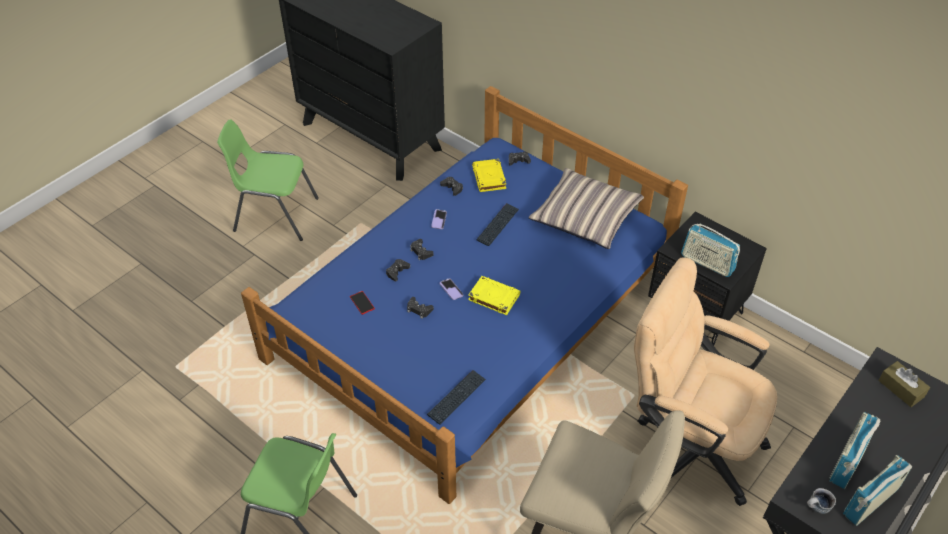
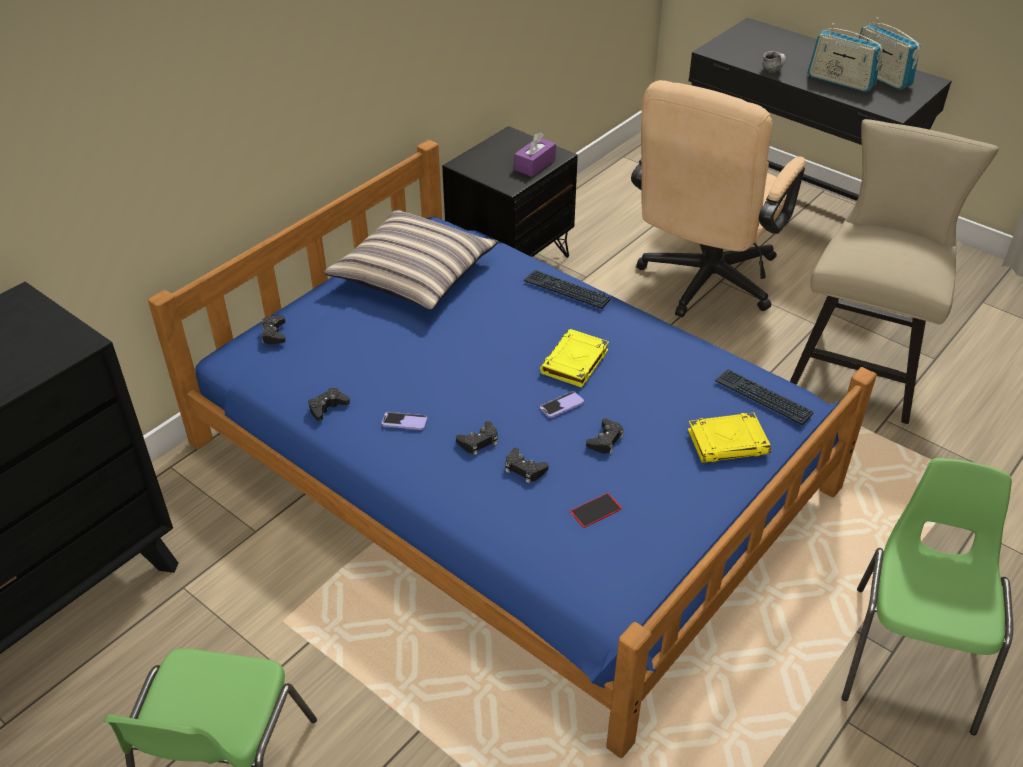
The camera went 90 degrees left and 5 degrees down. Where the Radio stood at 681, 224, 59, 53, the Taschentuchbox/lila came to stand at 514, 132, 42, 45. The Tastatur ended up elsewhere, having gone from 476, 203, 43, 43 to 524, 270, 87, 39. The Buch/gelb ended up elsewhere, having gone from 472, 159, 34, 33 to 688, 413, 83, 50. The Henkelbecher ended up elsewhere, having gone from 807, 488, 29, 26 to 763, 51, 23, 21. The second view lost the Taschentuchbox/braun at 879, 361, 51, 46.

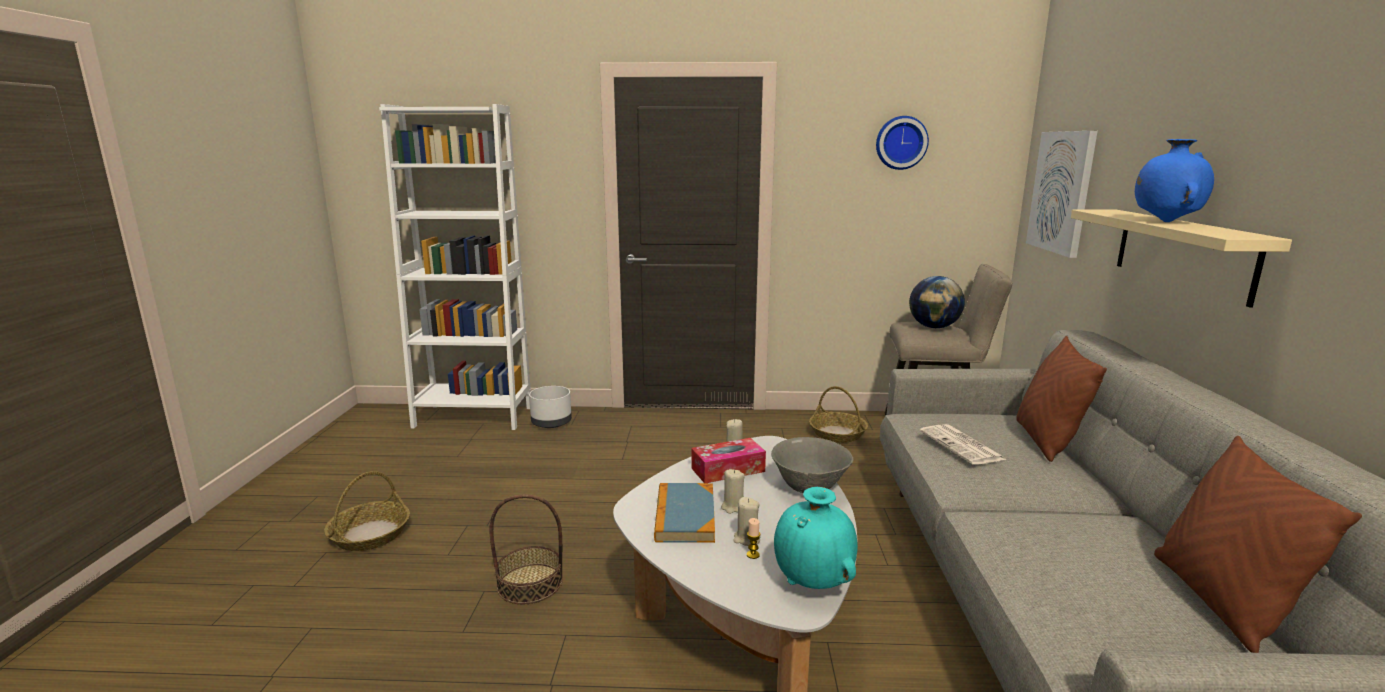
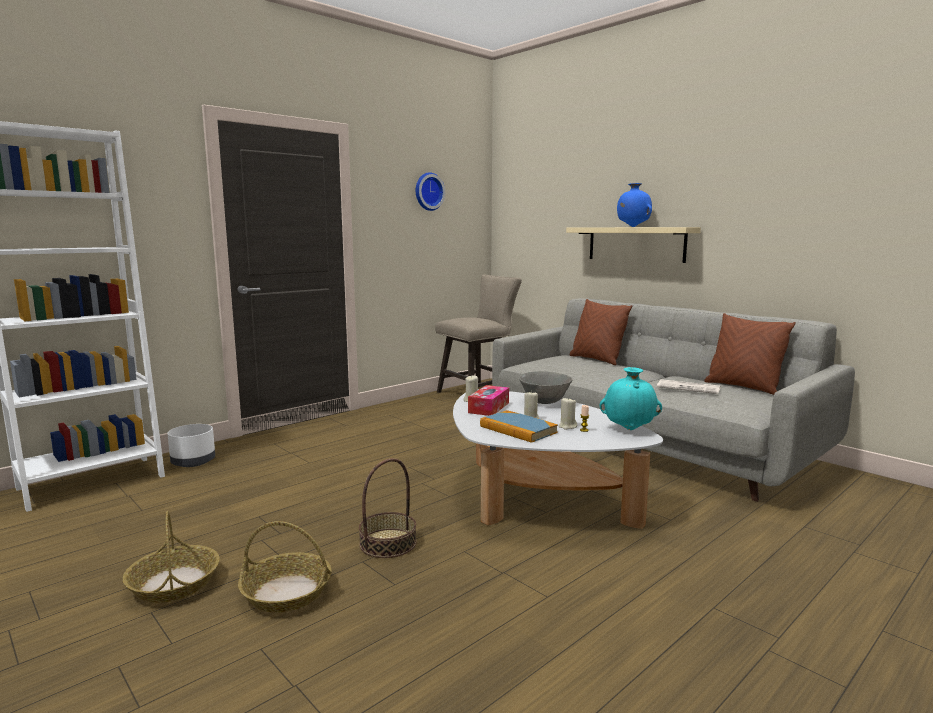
The camera went 45 degrees left and 5 degrees down. The Korb ended up elsewhere, having gone from 809, 386, 59, 57 to 238, 521, 94, 92. The Zeitung ended up elsewhere, having gone from 920, 424, 87, 41 to 657, 379, 63, 15. The second view lost the Globus at 909, 276, 56, 52. The second view lost the Bild at 1026, 131, 72, 127.

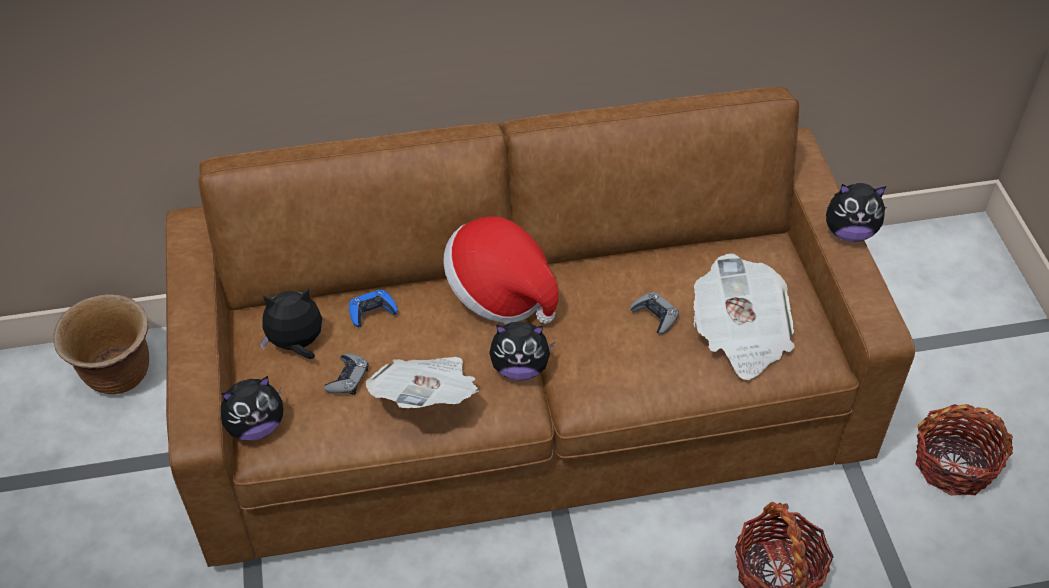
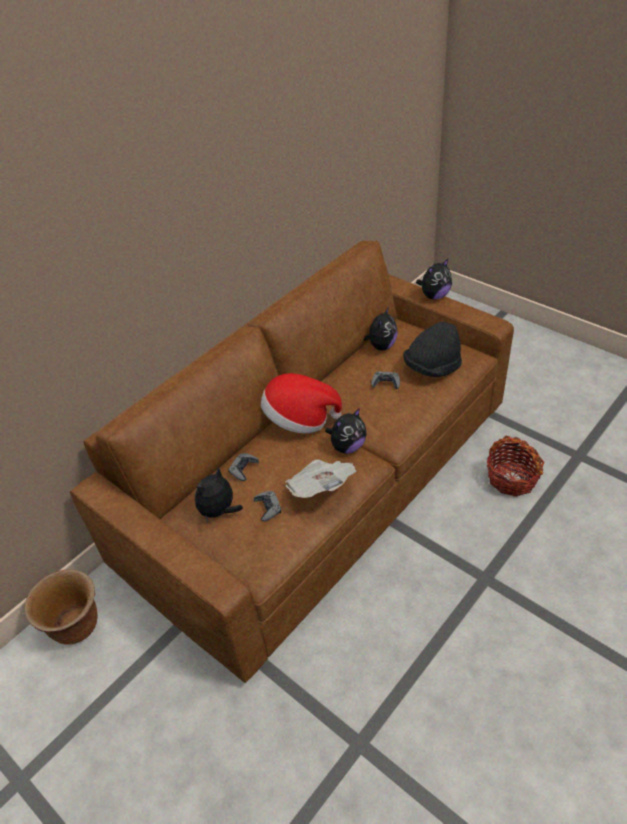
The camera went 35 degrees left and 5 degrees down. What was the Gamepad/blau at 349, 289, 49, 38 turned into the Gamepad/grau at 228, 453, 31, 28. The Plüschtier ended up elsewhere, having gone from 221, 376, 62, 65 to 364, 306, 34, 44. Where the Zeitung stood at 693, 253, 102, 127, the Hut/schwarz came to stand at 403, 322, 59, 55. The second view lost the Korb at 916, 404, 97, 91.

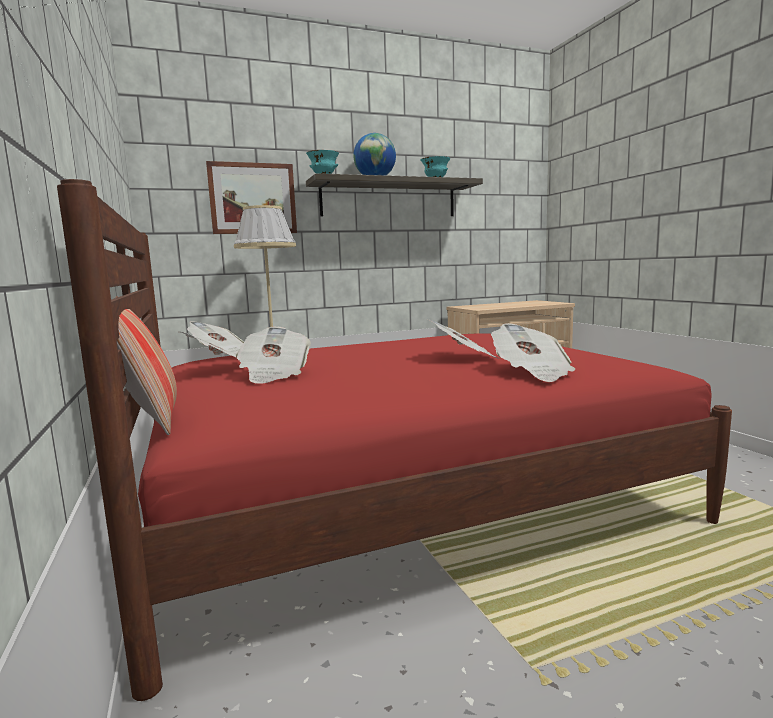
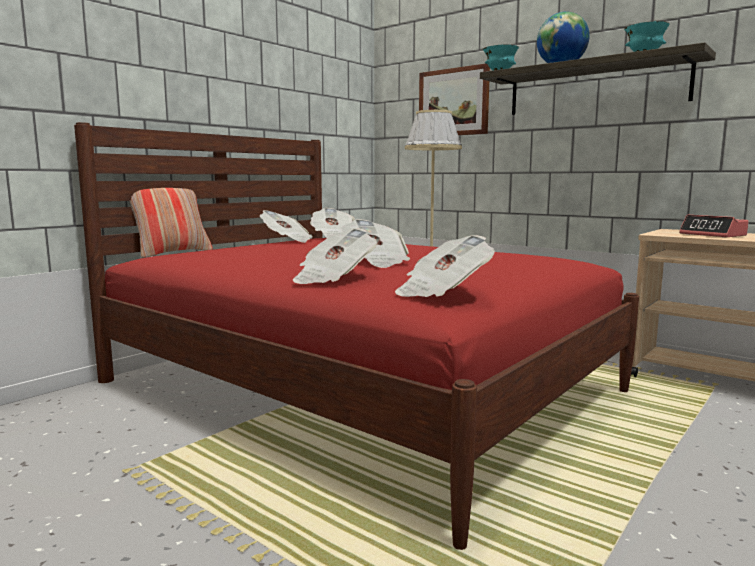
The camera went 60 degrees right and 0 degrees up. The Zeitung ended up elsewhere, having gone from 236, 327, 75, 57 to 395, 235, 100, 62. The second view gained the Wecker at 679, 215, 70, 23.

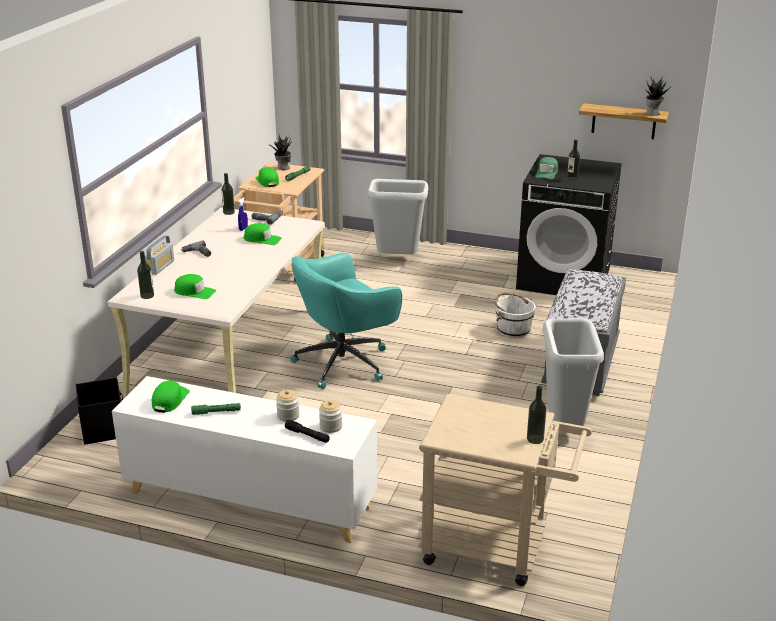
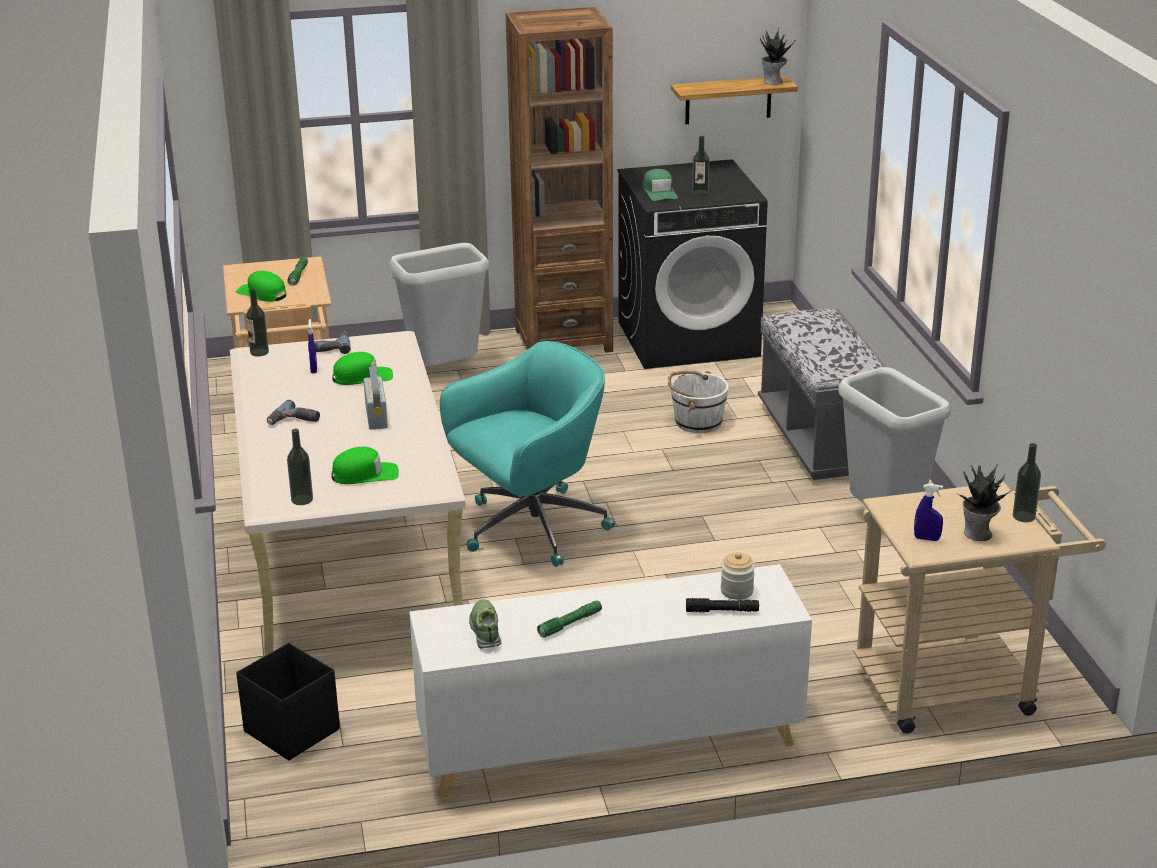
The camera went 30 degrees left and 0 degrees up. The Radio ended up elsewhere, having gone from 145, 235, 29, 40 to 364, 366, 24, 64. The Bürostuhl/türkis at 290, 253, 112, 136 ended up facing another way, 150 degrees counterclockwise from before. Where the Kappe/grün stood at 152, 380, 38, 33, the Schuh came to stand at 469, 599, 32, 50. The second view gained the Bücherregal/braun at 506, 7, 107, 346. The second view gained the Sprühflasche/blau at 914, 484, 29, 57. The Topfpflanze ended up elsewhere, having gone from 267, 133, 25, 37 to 958, 463, 54, 78. The second view lost the Vorratsglas at 276, 390, 24, 32.

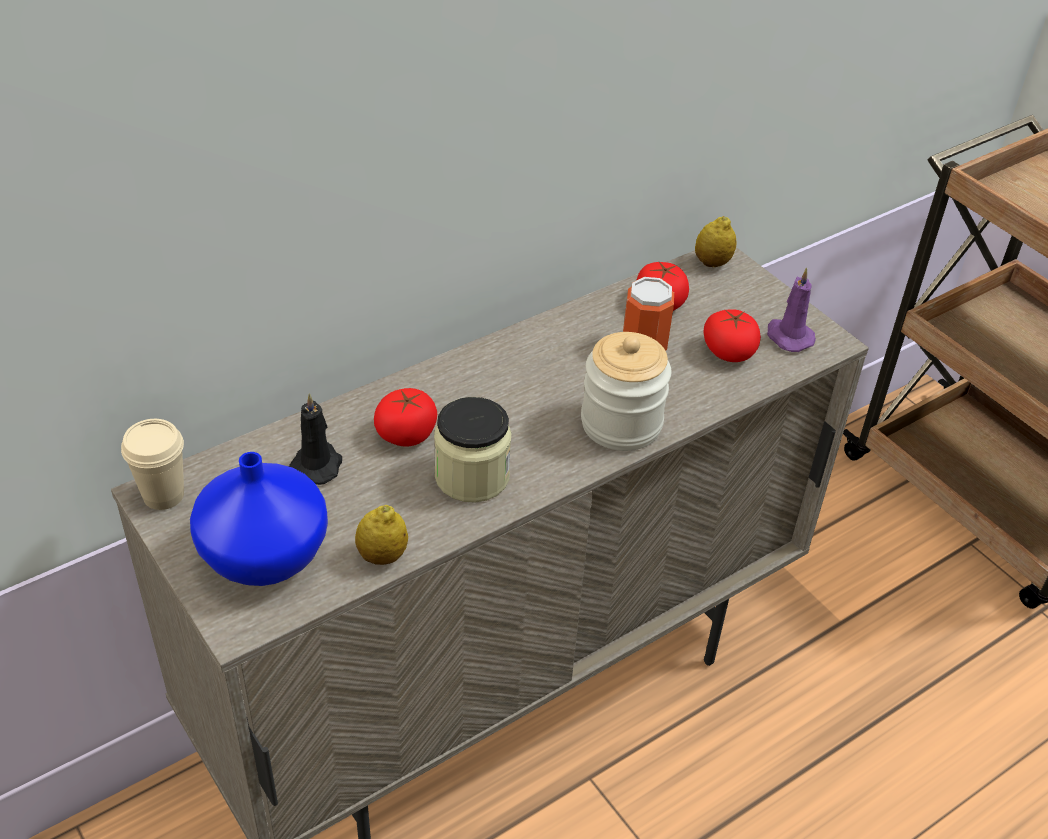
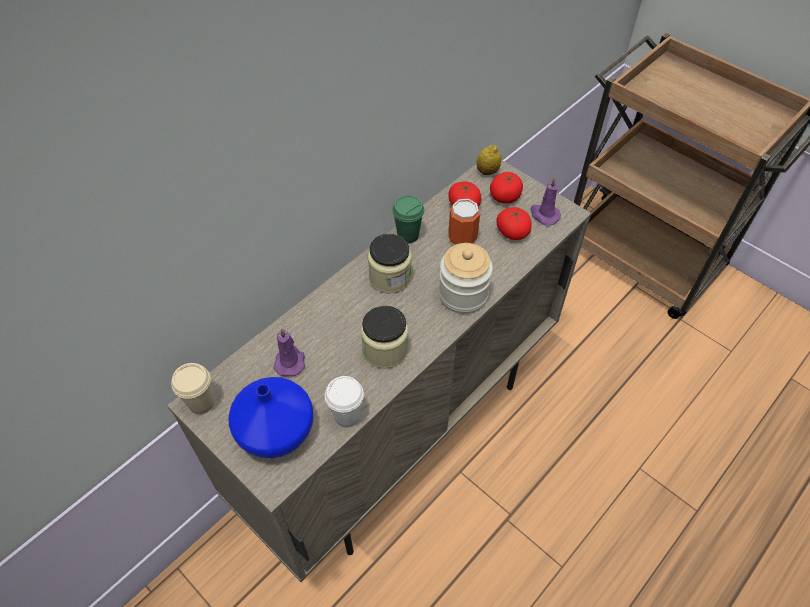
The camera went 10 degrees left and 10 degrees up. What was the Kerze/schwarz at 289, 393, 53, 92 turned into the Kerze/lila at 273, 328, 32, 48. Where the Zitrone stood at 355, 505, 53, 60, the Tasse/weiß came to stand at 325, 376, 39, 52. The second view gained the Vorratsglas at 368, 234, 44, 59. The second view gained the Tasse/grün at 392, 195, 32, 49. The Tomate ended up elsewhere, having gone from 374, 388, 63, 59 to 490, 172, 33, 32.

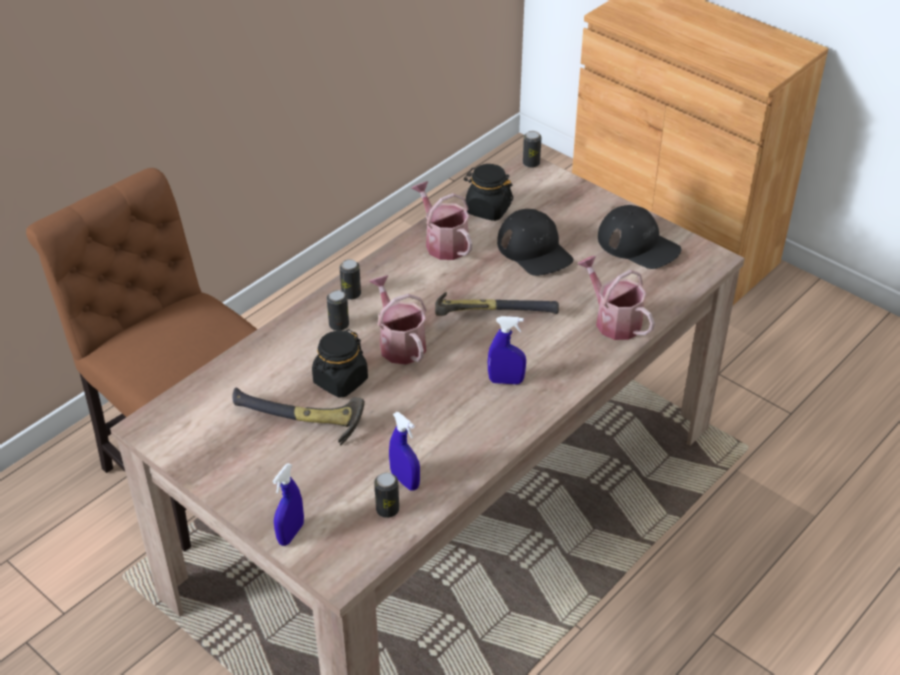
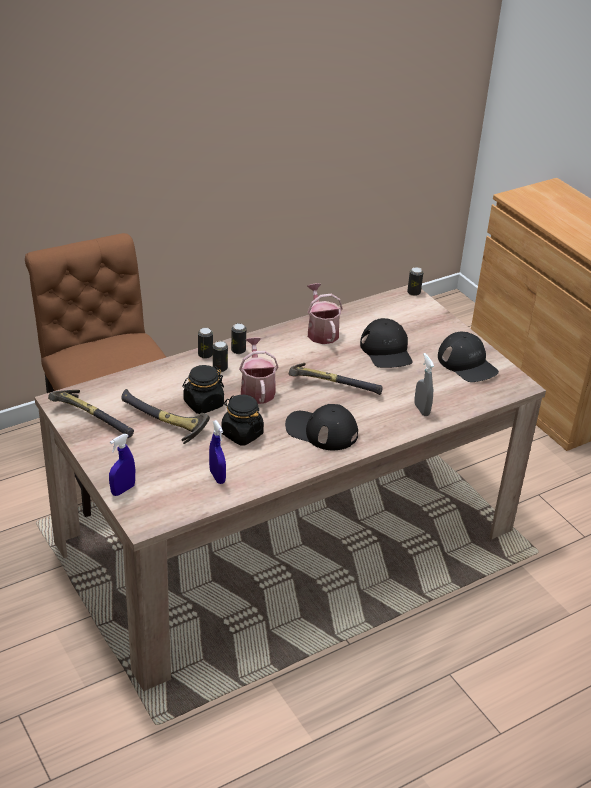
The camera went 15 degrees right and 5 degrees down. The second view gained the Hammer at 48, 390, 86, 48. The Dose ended up elsewhere, having gone from 374, 472, 25, 46 to 198, 328, 15, 31. The Vorratsglas/schwarz ended up elsewhere, having gone from 464, 164, 49, 57 to 221, 395, 43, 50. Where the Sprühflasche/blau stood at 488, 316, 38, 69, the Kappe/schwarz came to stand at 285, 404, 73, 46. Where the Gießkanne stood at 577, 256, 78, 84, the Sprühflasche/grau came to stand at 415, 353, 19, 63.

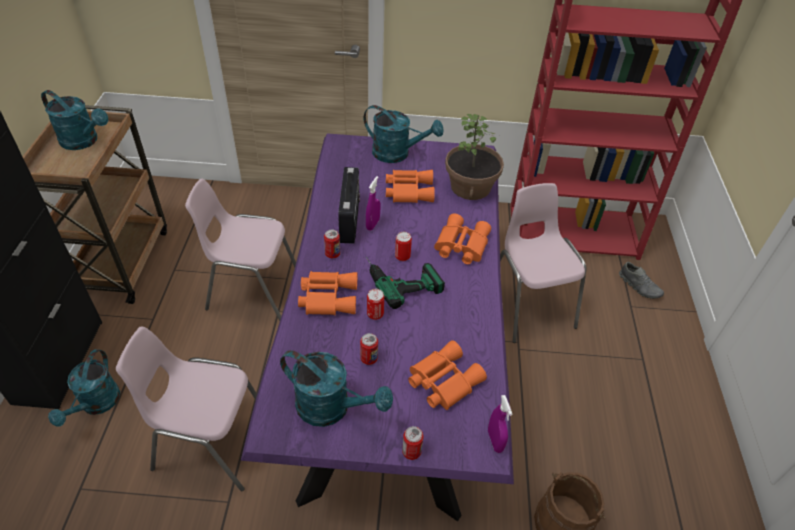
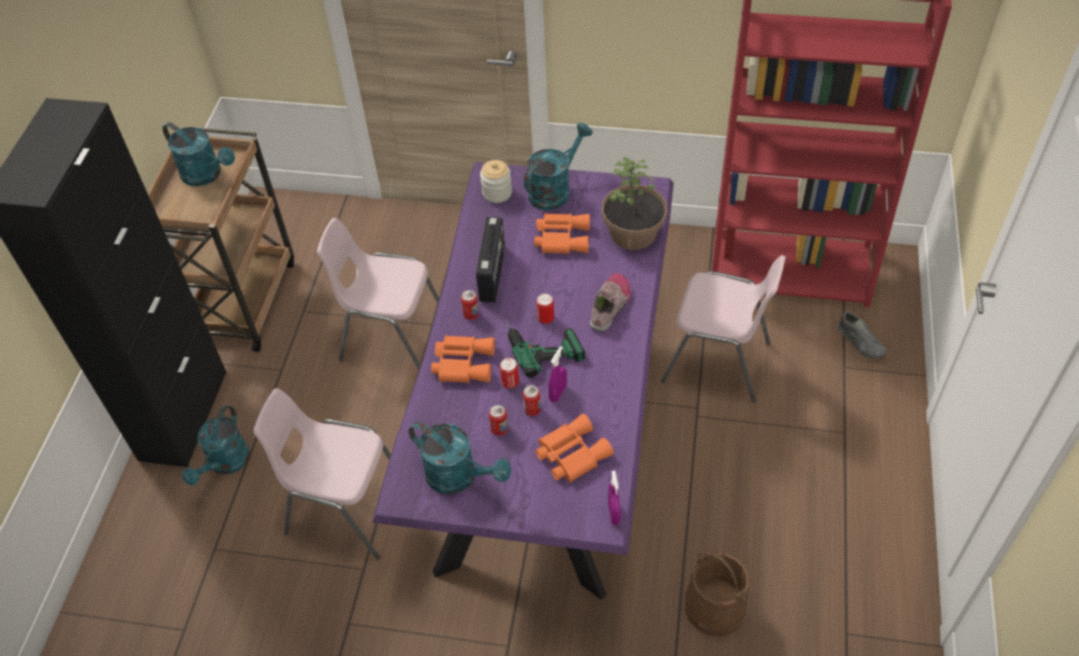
The camera went 10 degrees right and 5 degrees up. The second view gained the Vorratsglas at 480, 160, 32, 43. The Dose ended up elsewhere, having gone from 402, 426, 22, 34 to 523, 385, 18, 31. The Gießkanne/türkis at 363, 105, 81, 58 ended up facing another way, 75 degrees counterclockwise from before. The Sprühflasche/lila ended up elsewhere, having gone from 366, 176, 14, 55 to 548, 346, 19, 56. Where the Fernglas/orange stood at 434, 214, 57, 50, the Schuh came to stand at 590, 273, 41, 59. The Stuhl/rosa at 500, 183, 86, 160 ended up facing another way, 120 degrees clockwise from before.

